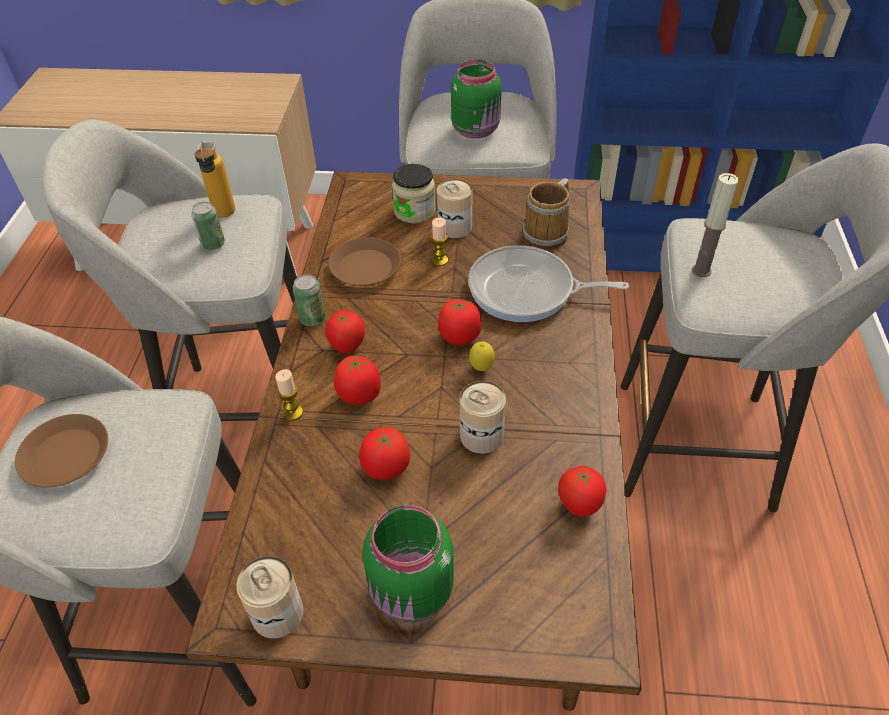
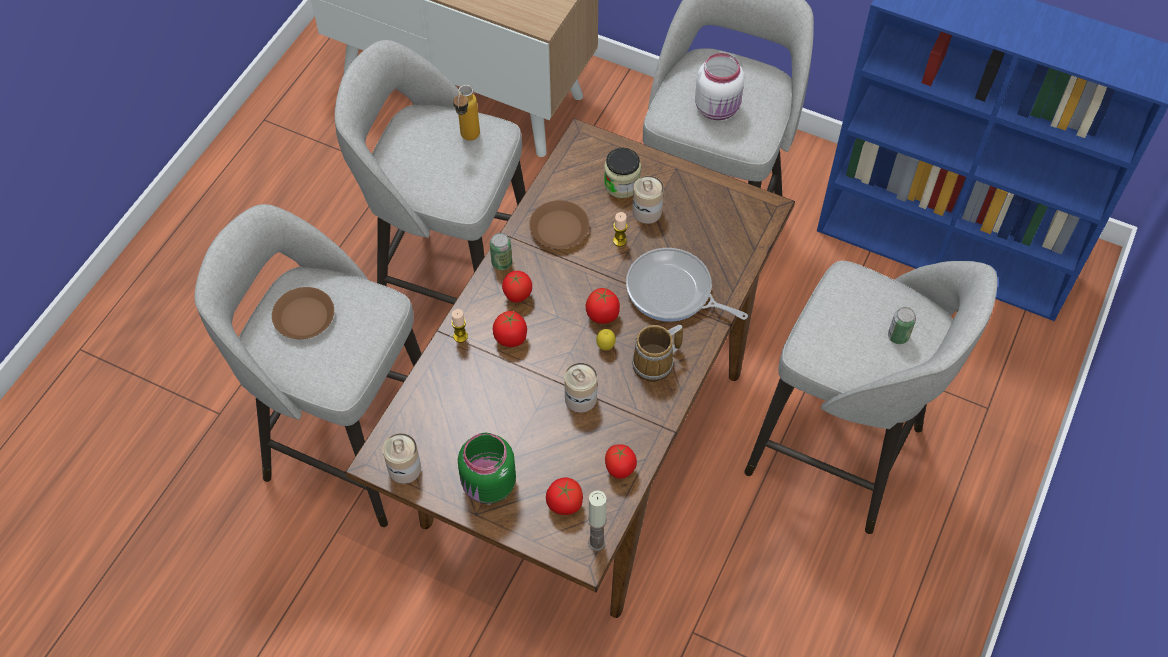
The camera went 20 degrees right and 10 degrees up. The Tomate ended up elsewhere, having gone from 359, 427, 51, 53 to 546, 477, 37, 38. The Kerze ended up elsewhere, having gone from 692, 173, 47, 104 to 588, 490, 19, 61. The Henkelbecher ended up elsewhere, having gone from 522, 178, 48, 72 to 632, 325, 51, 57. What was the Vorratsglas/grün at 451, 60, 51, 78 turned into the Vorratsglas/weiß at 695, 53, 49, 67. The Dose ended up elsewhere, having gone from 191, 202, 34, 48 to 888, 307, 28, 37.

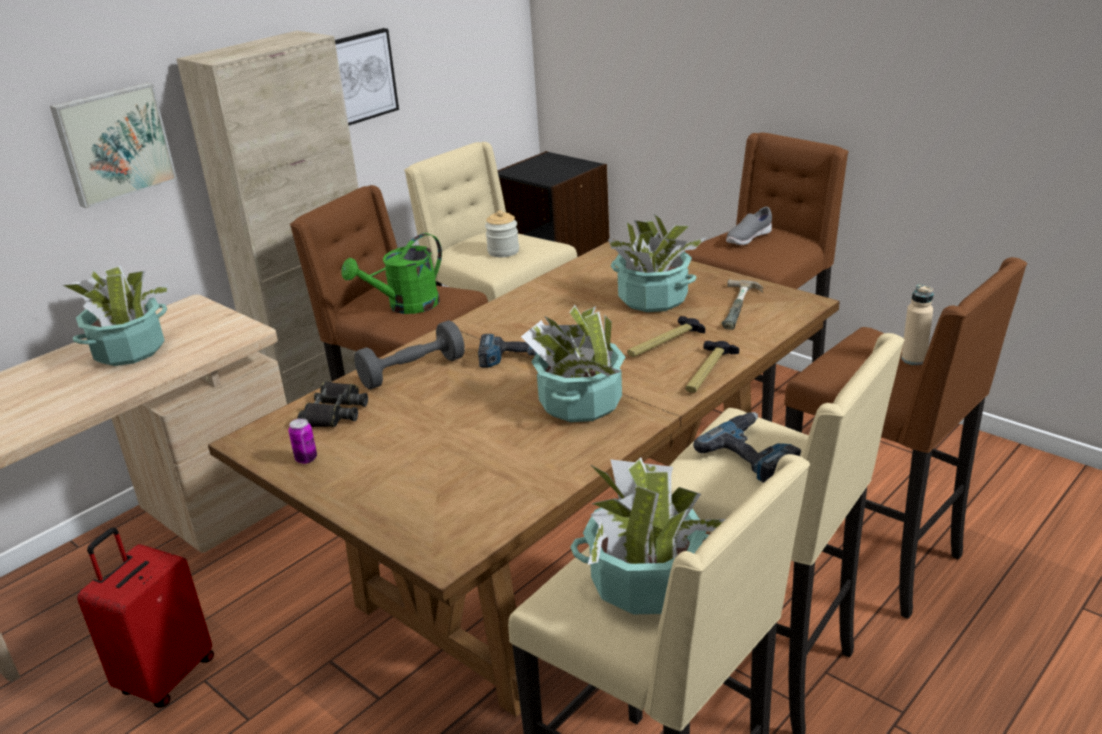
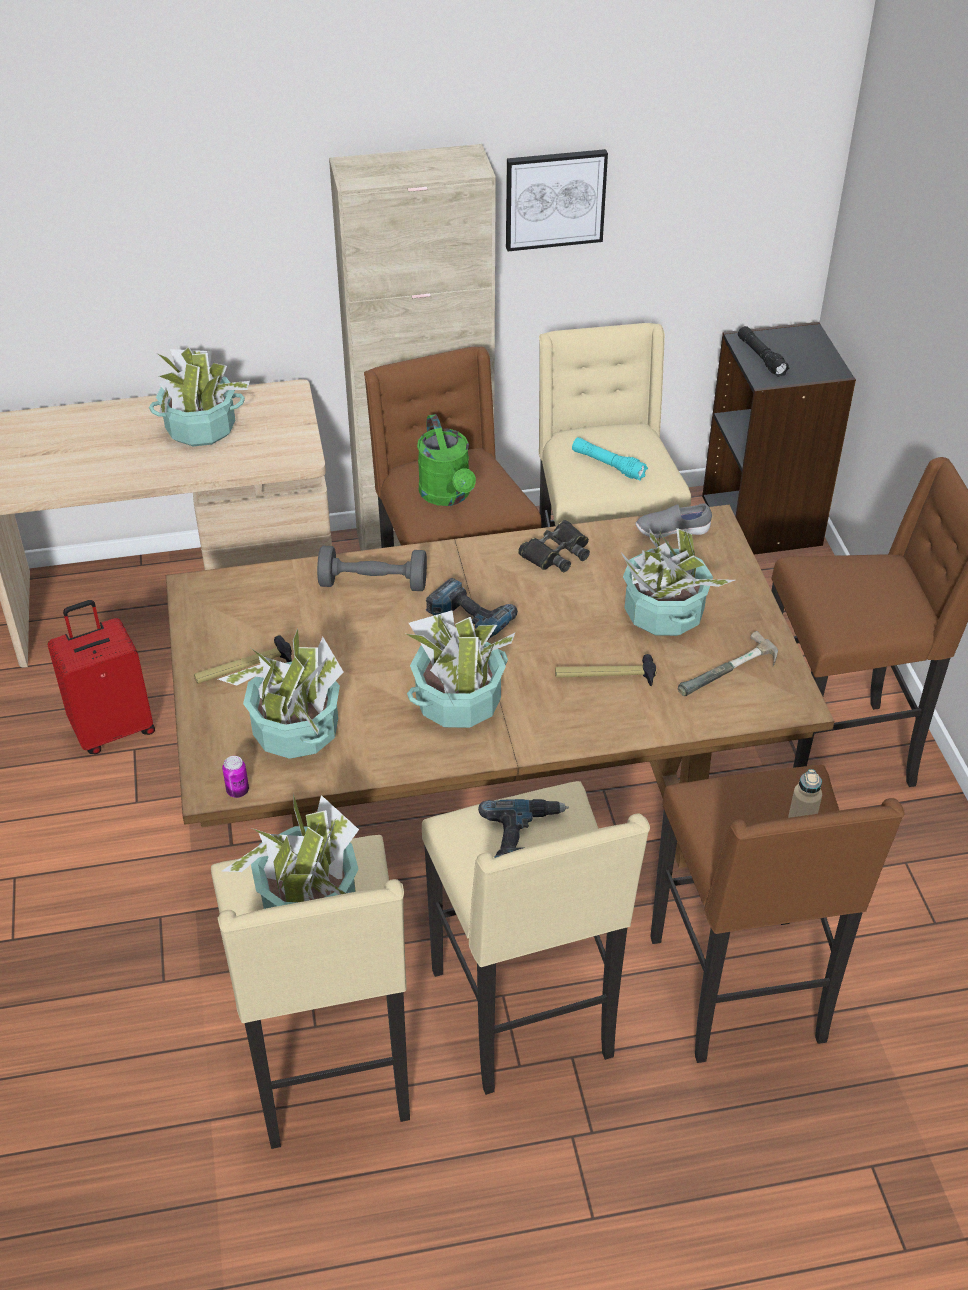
The camera went 35 degrees right and 15 degrees up. The Hammer ended up elsewhere, having gone from 685, 341, 54, 52 to 194, 635, 98, 49. The second view gained the Topfpflanze at 218, 629, 125, 130. The Dose ended up elsewhere, having gone from 288, 418, 29, 46 to 222, 756, 27, 42. The Gießkanne/grün at 341, 233, 101, 81 ended up facing another way, 105 degrees counterclockwise from before. The Fernglas/schwarz ended up elsewhere, having gone from 297, 382, 71, 45 to 518, 520, 72, 52. Where the Vorratsglas stood at 485, 210, 34, 47, the Taschenlampe/türkis came to stand at 572, 437, 76, 44. The Schuh/grau ended up elsewhere, having gone from 726, 207, 46, 38 to 635, 503, 77, 35. The second view gained the Taschenlampe/schwarz at 738, 326, 51, 51. The second view lost the Bild at 50, 83, 127, 125.

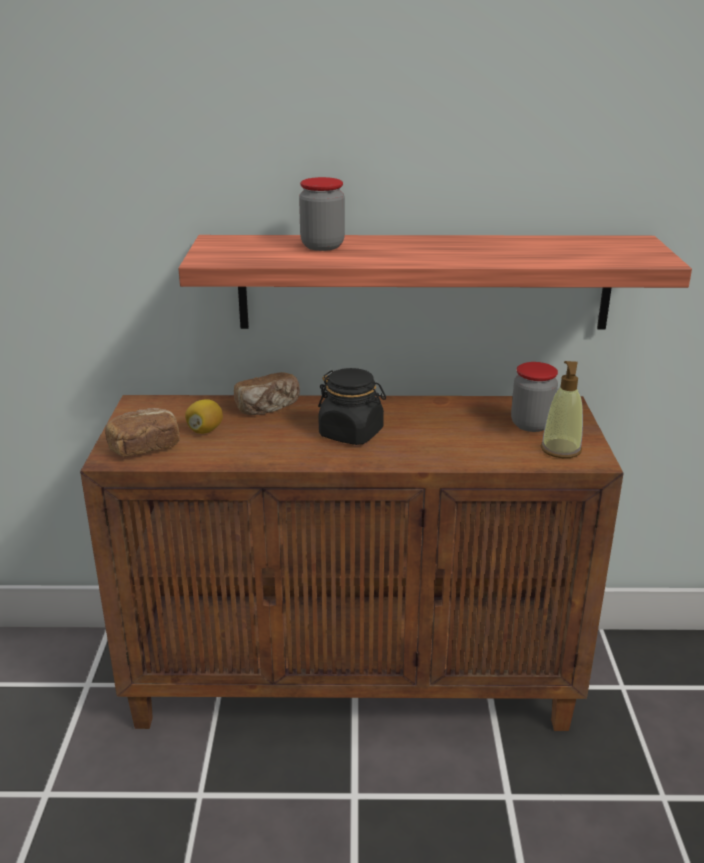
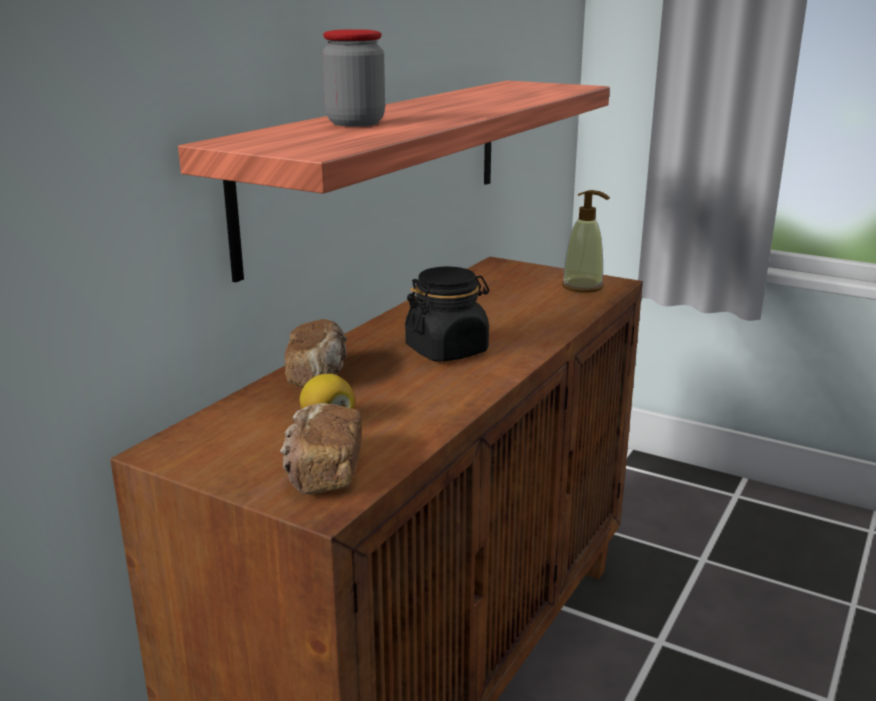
The camera went 60 degrees left and 5 degrees down. The second view lost the Vorratsglas at 511, 362, 47, 70.

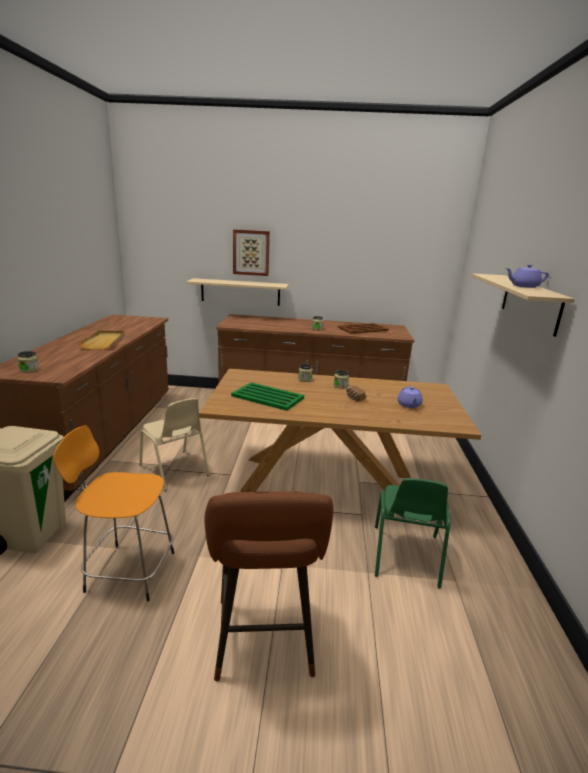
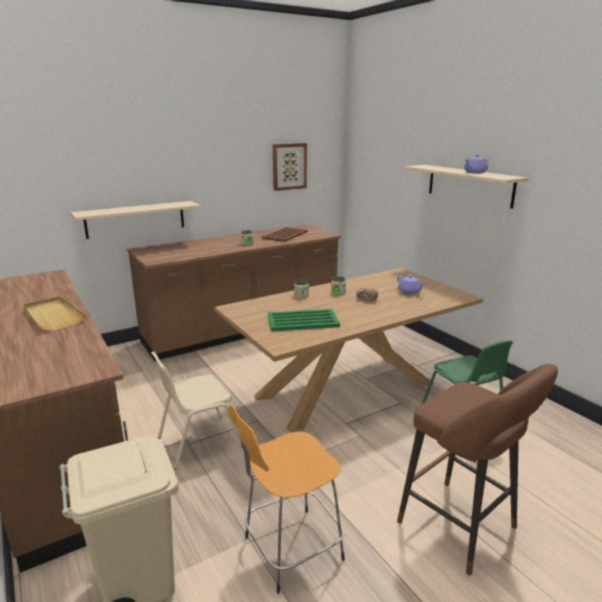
The camera went 35 degrees left and 0 degrees up. The Stuhl/beige at 139, 398, 71, 93 ended up facing another way, 135 degrees clockwise from before. The Bild ended up elsewhere, having gone from 233, 229, 37, 47 to 273, 143, 34, 48. The second view lost the Vorratsglas at 17, 351, 22, 22.

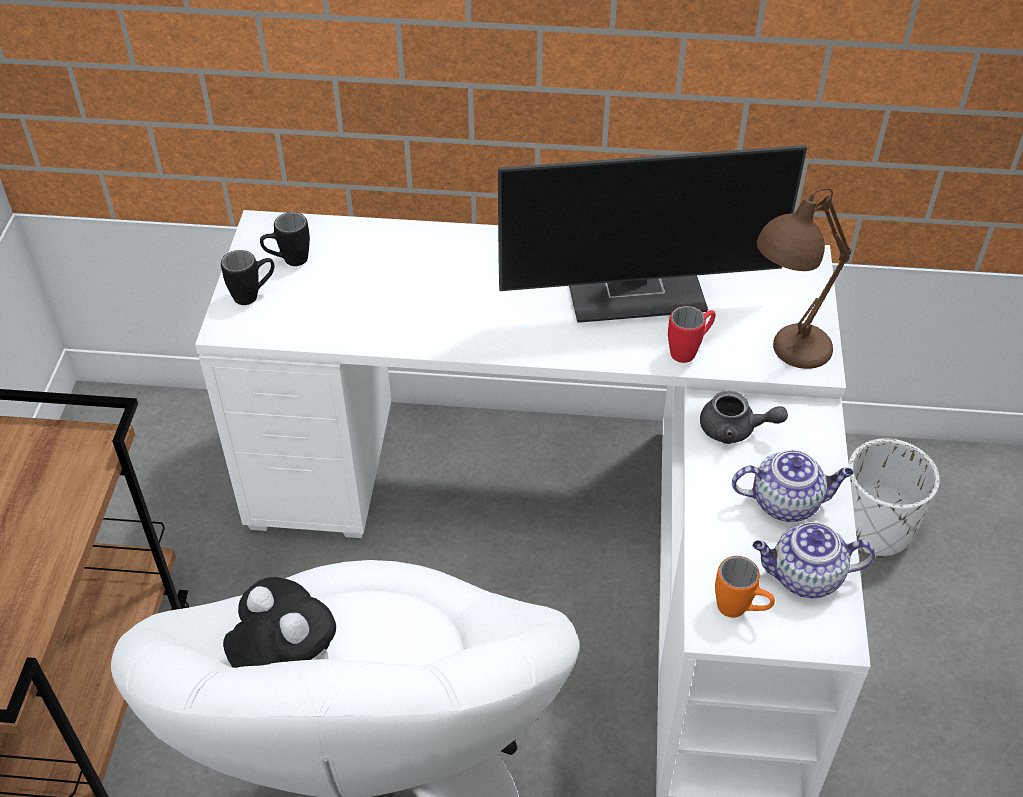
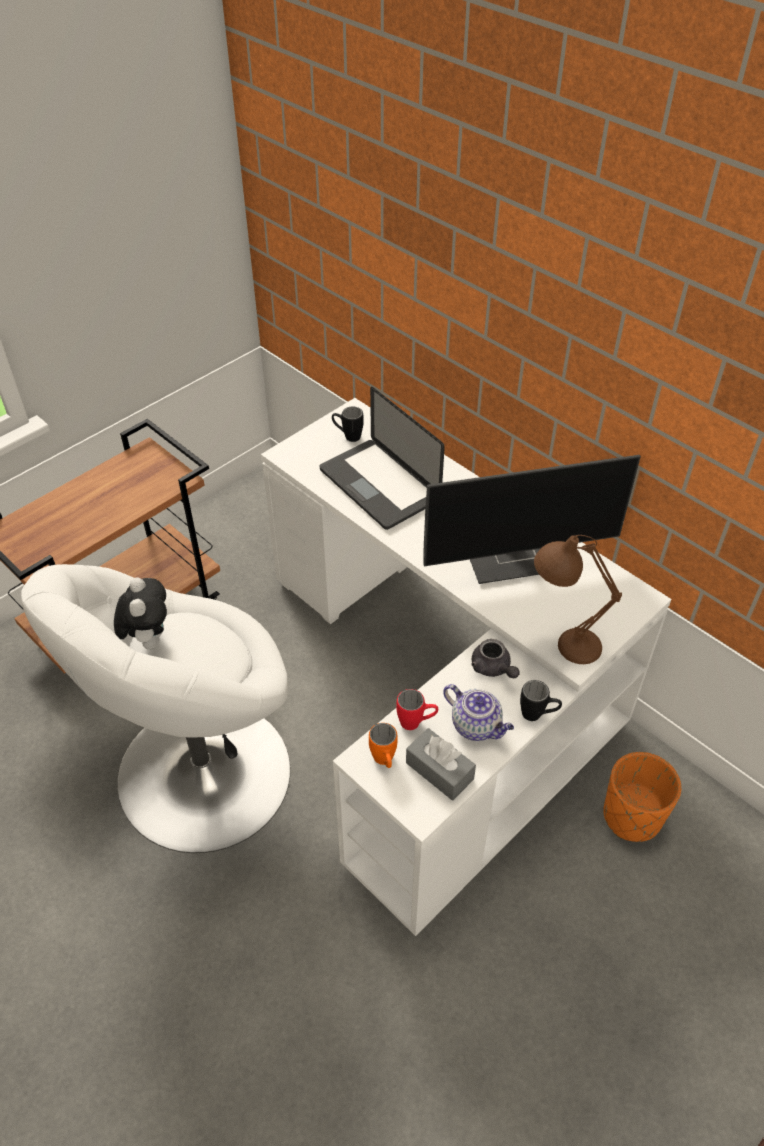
The camera went 40 degrees right and 0 degrees up. The second view gained the Laptop at 320, 387, 125, 143. The Henkelbecher/rot ended up elsewhere, having gone from 668, 306, 48, 57 to 397, 689, 41, 41. Where the Teekanne stood at 752, 522, 123, 76, the Taschentuchbox/grau came to stand at 406, 728, 70, 72. The Monitor at 498, 145, 309, 178 ended up facing another way, 45 degrees counterclockwise from before. The Henkelbecher/schwarz ended up elsewhere, having gone from 221, 250, 53, 55 to 520, 680, 42, 41. What was the Pflanzkübel/weiß at 849, 438, 91, 120 turned into the Pflanzkübel/orange at 604, 752, 77, 90.

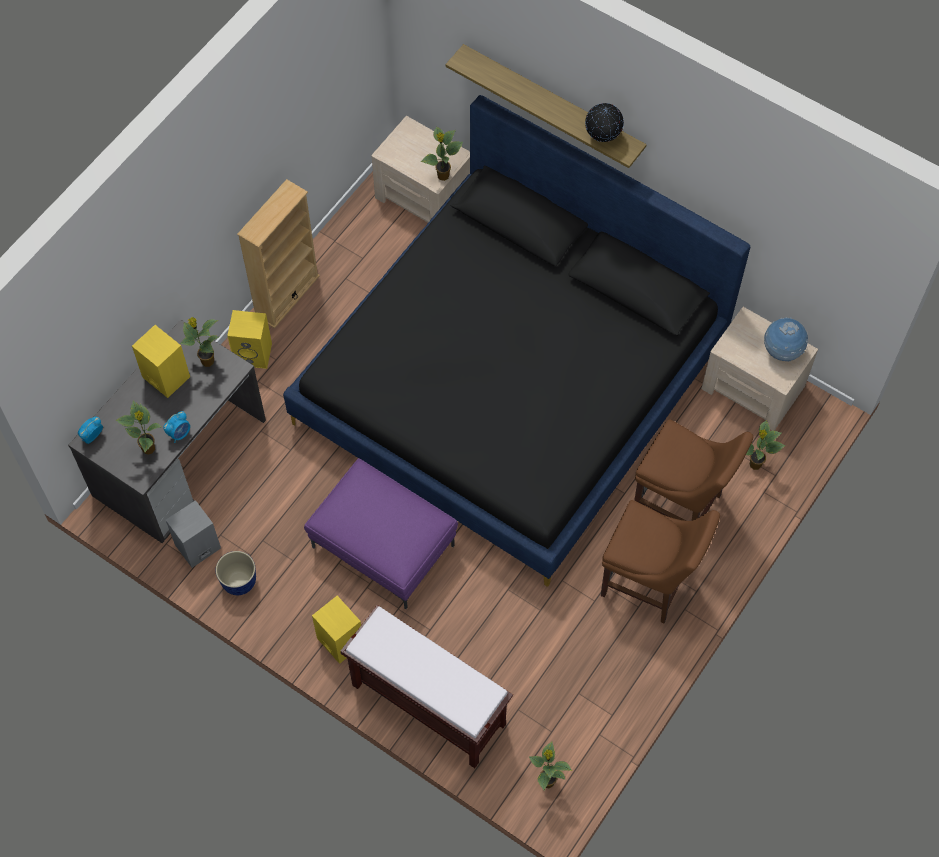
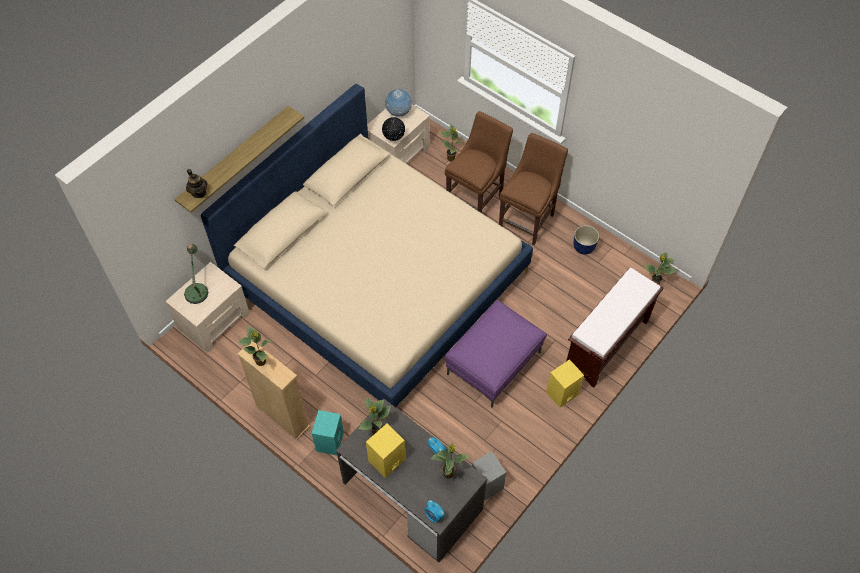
The camera went 85 degrees left and 5 degrees down. The second view gained the Tischlampe at 184, 244, 25, 60. The second view gained the Teekanne at 186, 169, 21, 29. What was the Bett/schwarz at 283, 95, 467, 492 turned into the Bett/beige at 201, 84, 332, 323. The Topfpflanze ended up elsewhere, having gone from 421, 127, 42, 54 to 237, 325, 35, 41. What was the Lautsprecher/gelb at 227, 310, 45, 59 turned into the Lautsprecher/türkis at 312, 410, 32, 45. The Globus ended up elsewhere, having gone from 585, 103, 39, 39 to 382, 117, 23, 24. The Pflanzkübel ended up elsewhere, having gone from 216, 551, 40, 44 to 573, 225, 26, 29.

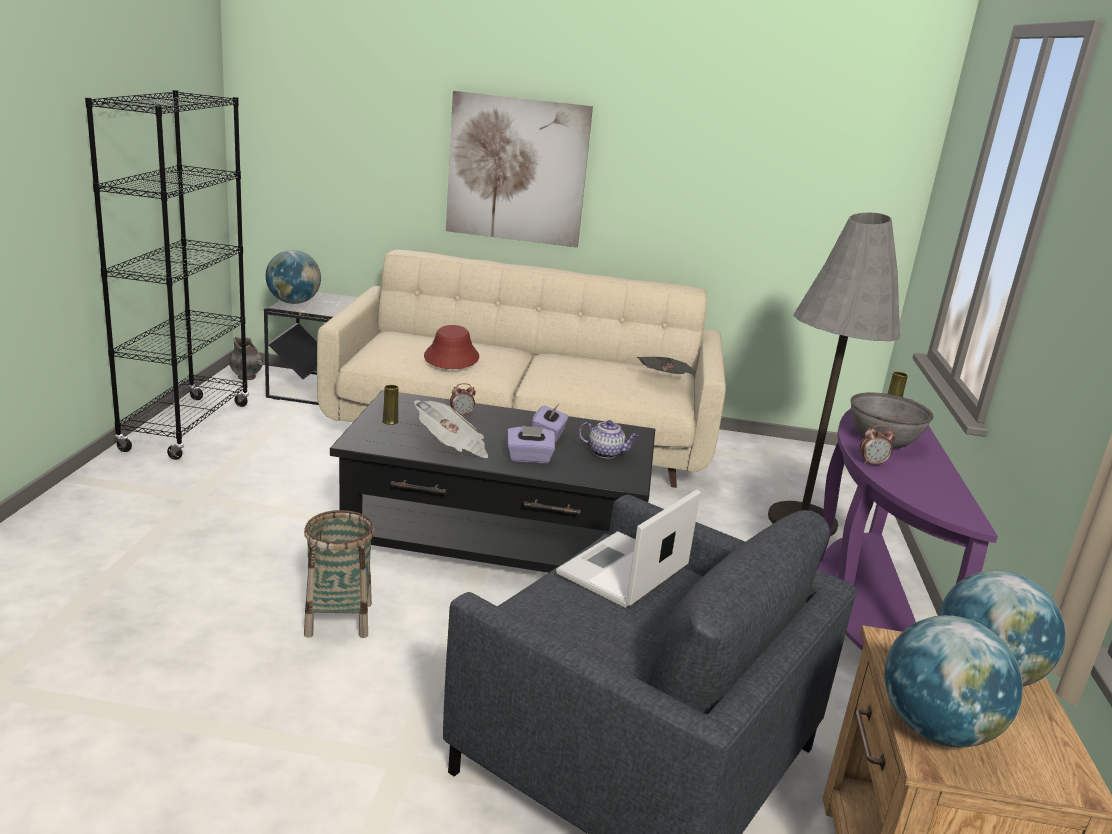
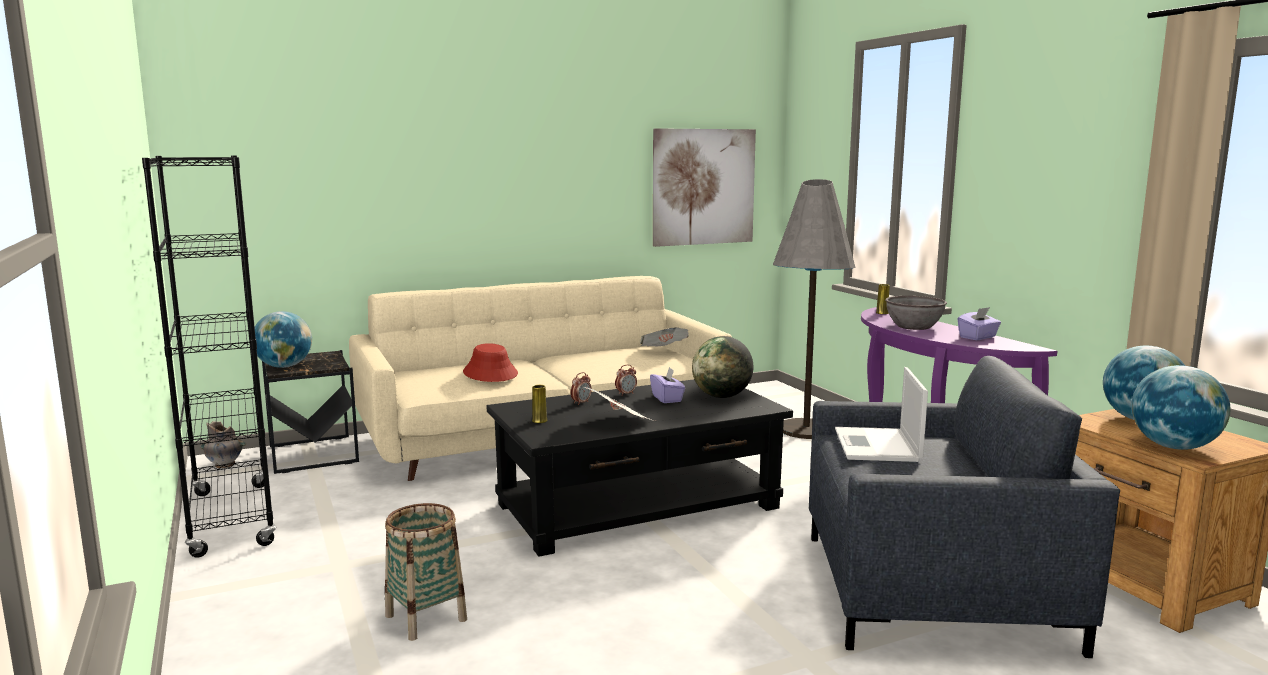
The camera went 30 degrees left and 10 degrees down. The Korb ended up elsewhere, having gone from 304, 510, 71, 128 to 385, 503, 82, 138. The Wecker ended up elsewhere, having gone from 860, 425, 35, 41 to 615, 365, 22, 30. The Bild ended up elsewhere, having gone from 446, 91, 147, 157 to 653, 128, 103, 119. Where the Teekanne stood at 578, 420, 61, 38, the Globus came to stand at 692, 336, 61, 62. The Taschentuchbox/lila ended up elsewhere, having gone from 507, 425, 48, 38 to 958, 307, 43, 33.

